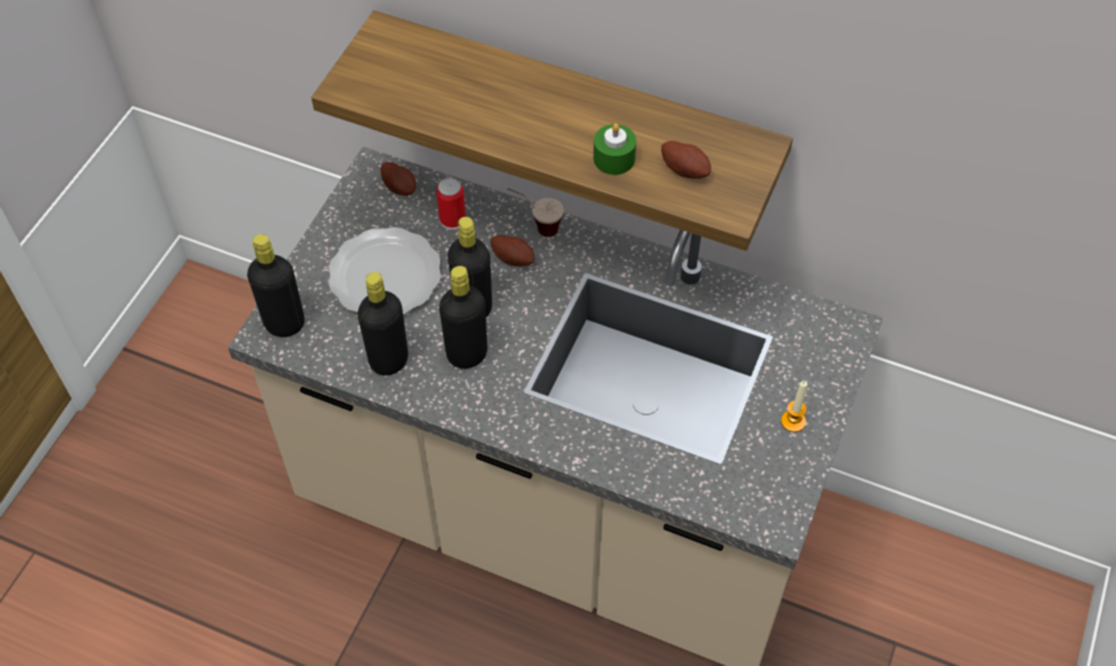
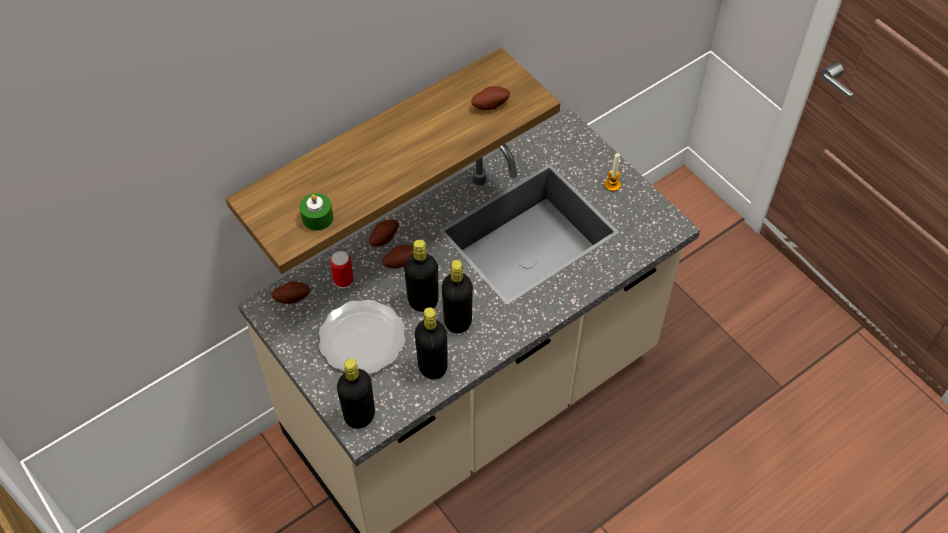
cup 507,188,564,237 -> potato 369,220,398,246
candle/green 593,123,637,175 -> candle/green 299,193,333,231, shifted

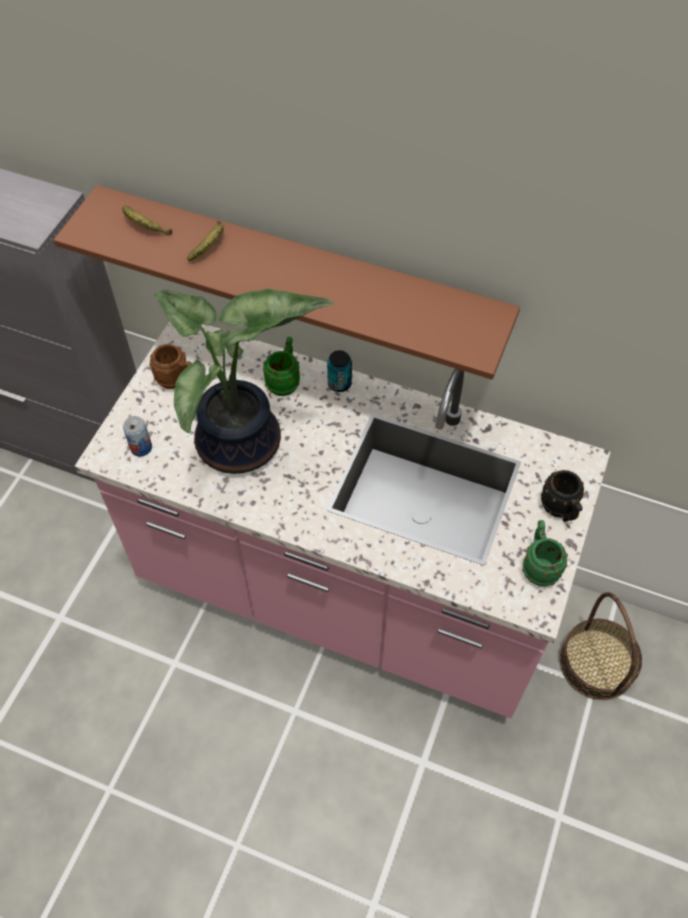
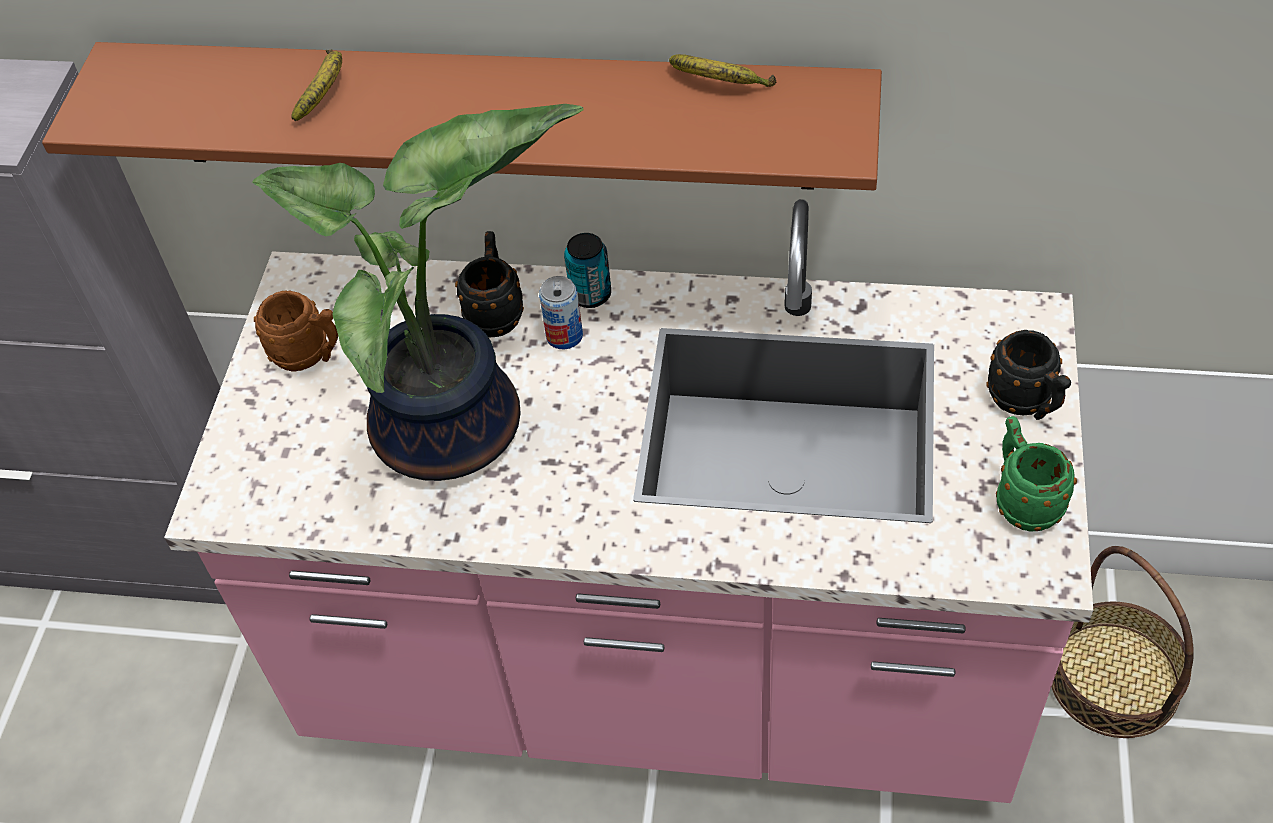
banana 122,206,172,235 -> banana 669,54,776,87, shifted
can 123,416,152,457 -> can 539,276,583,349, shifted
mug/green 263,337,300,396 -> mug/black 455,231,524,338

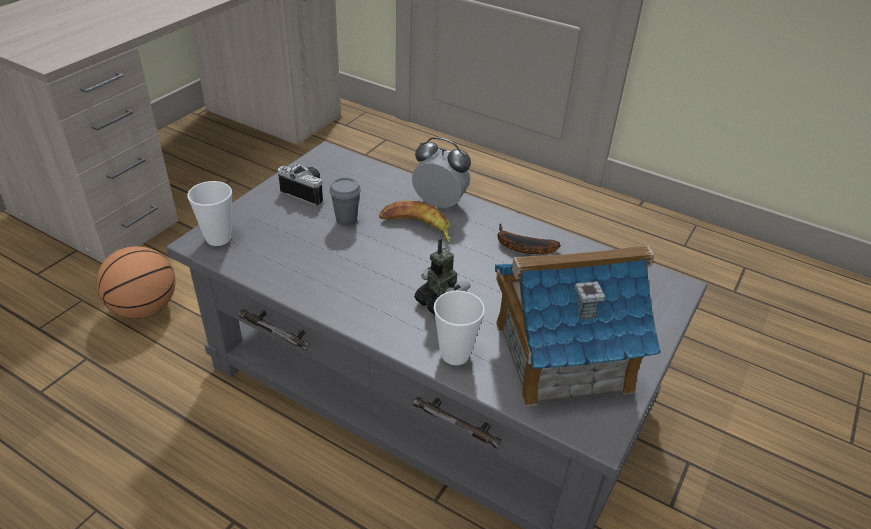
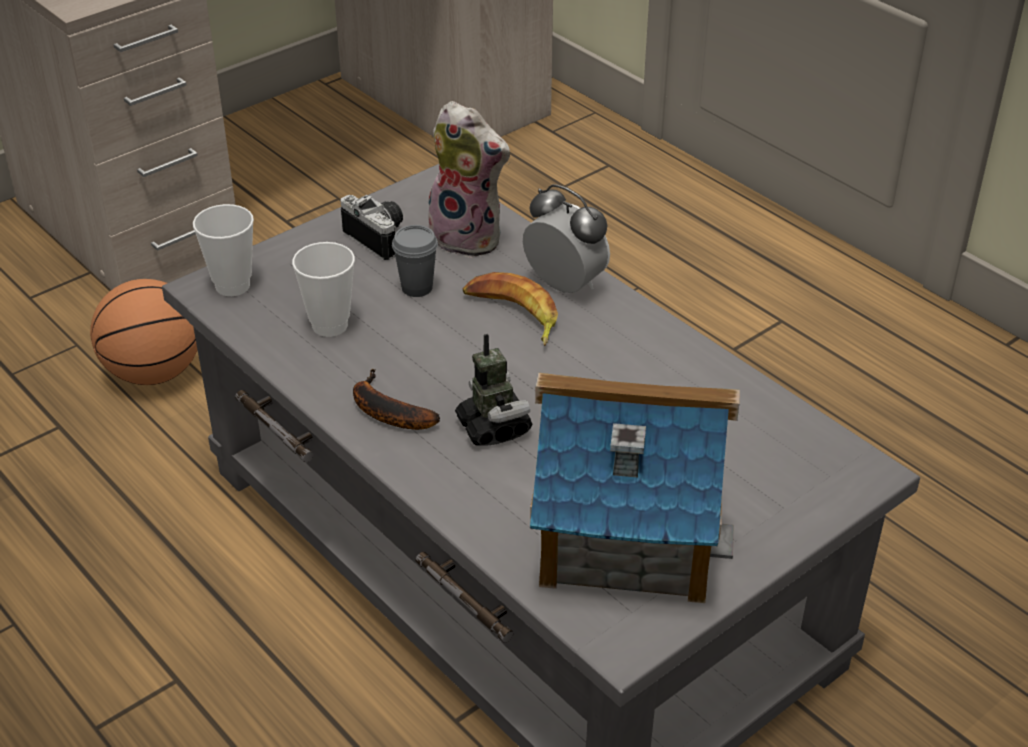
cup 434,290,485,365 -> cup 292,242,355,337, shifted
banana 497,223,561,254 -> banana 353,368,440,430, shifted
none -> plush toy 428,101,510,258

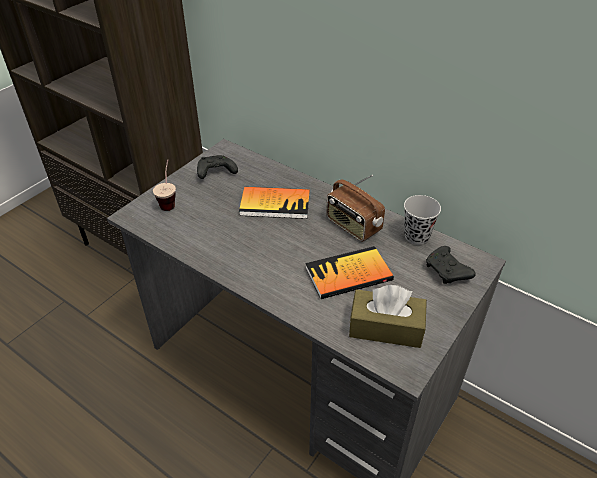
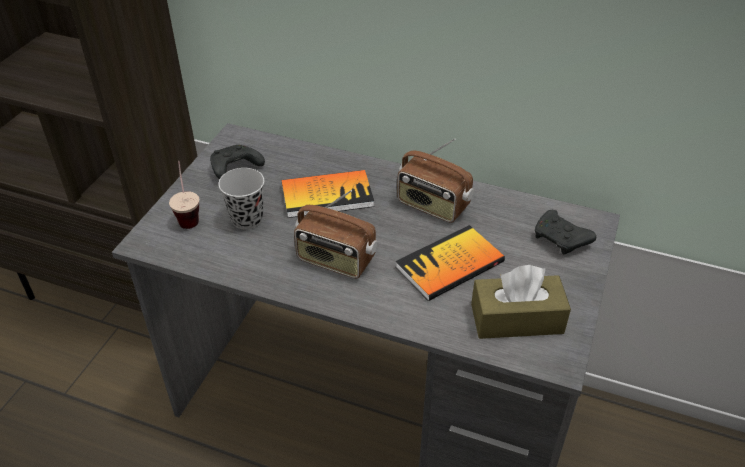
cup/black 404,195,441,245 -> cup/black 218,168,264,230, shifted
none -> radio 294,190,377,278

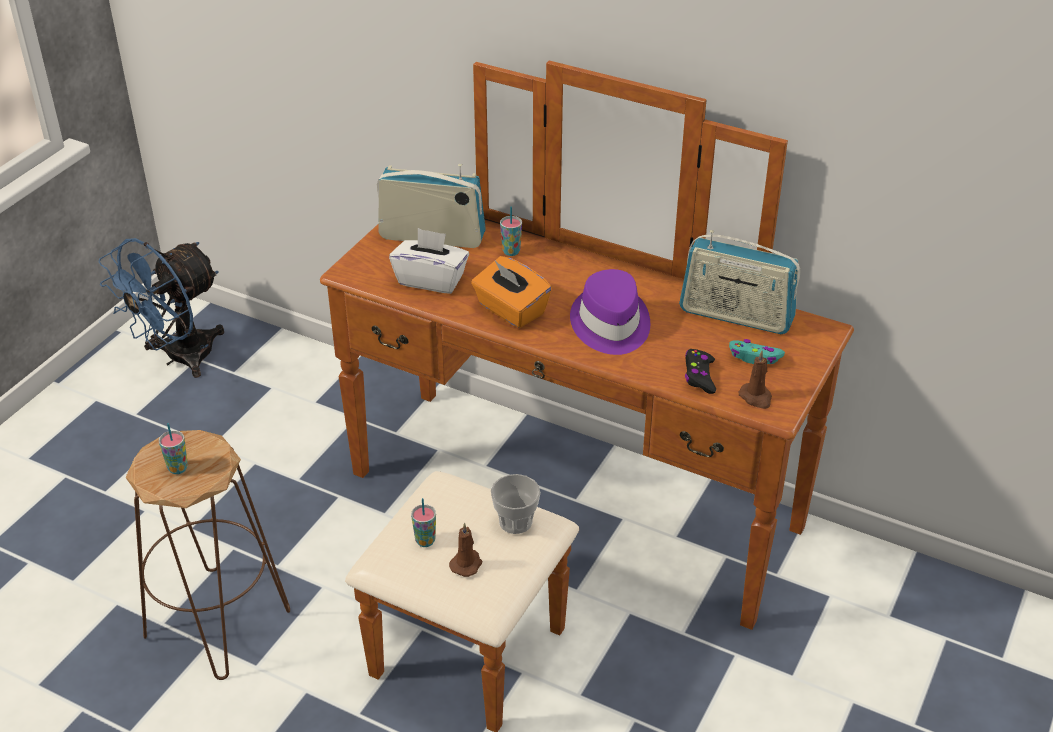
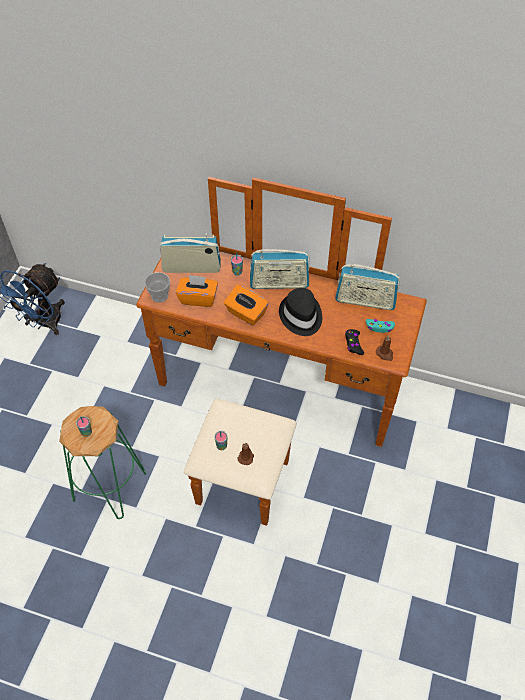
stool/brown 126,430,290,680 -> stool/green 59,406,146,519
tissue box/white 389,228,469,294 -> tissue box/orange 176,275,218,307
cup 491,474,540,534 -> cup 145,272,170,303, shifted
hat/purple 570,269,650,355 -> hat/black 279,288,322,336
none -> radio 250,249,310,289

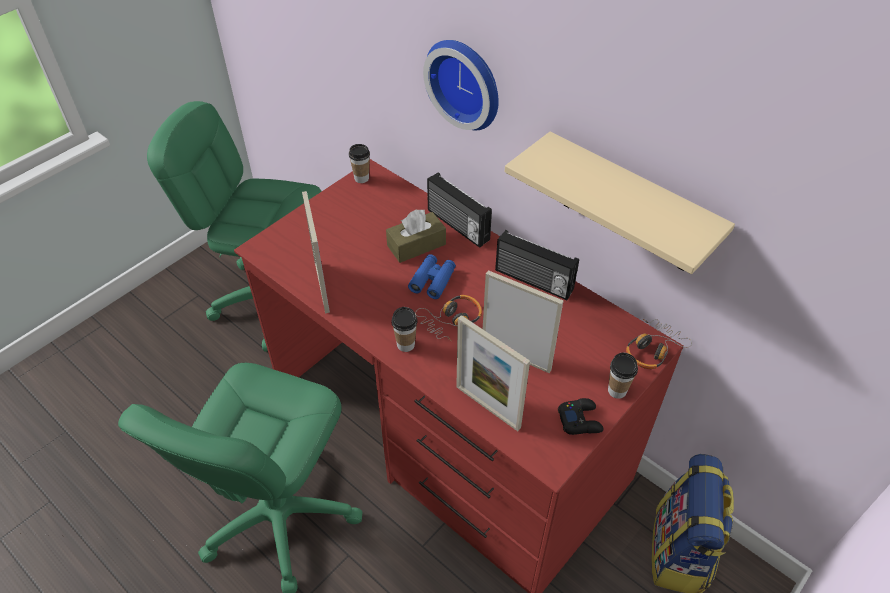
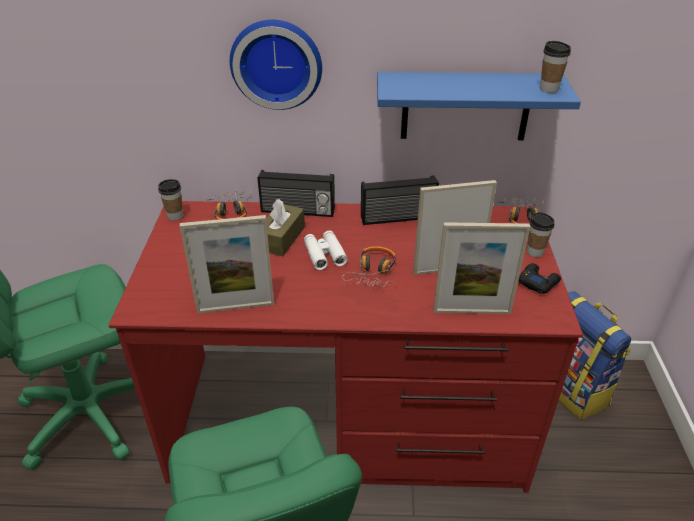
picture frame 302,191,330,313 -> picture frame 180,215,274,314, 135 degrees clockwise
cup 391,307,418,352 -> cup 540,41,571,93, shifted
binoculars/blue 408,254,456,299 -> binoculars/white 304,231,348,270
shelf/beige 505,131,735,274 -> shelf/blue 377,72,581,140
none -> headphones 208,190,251,220

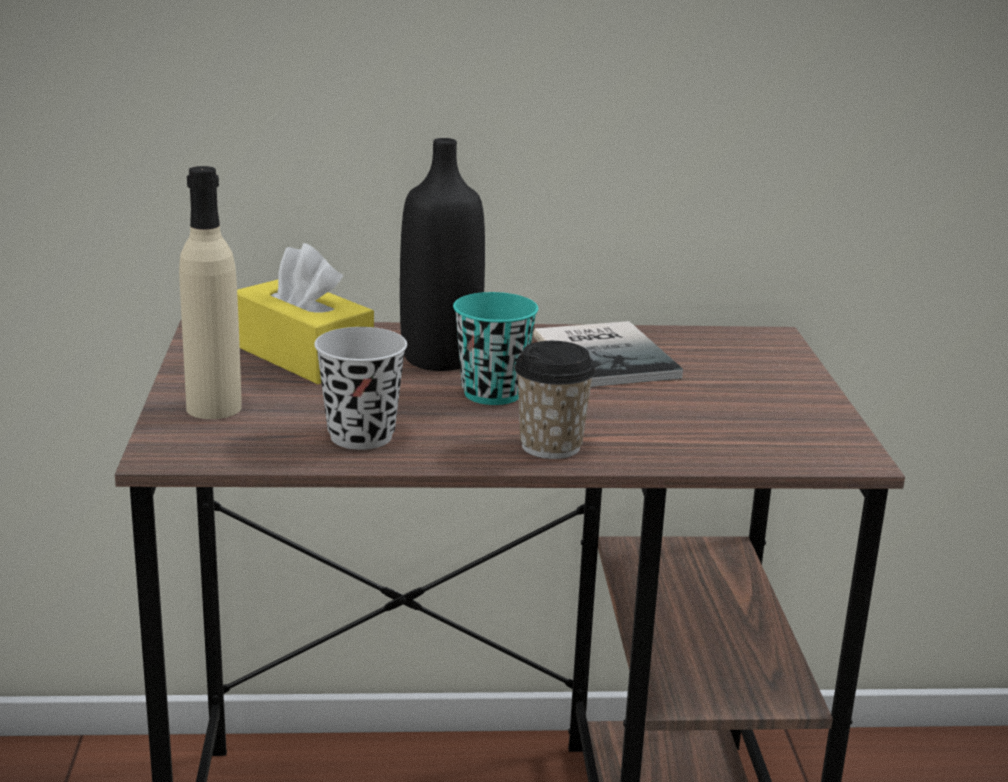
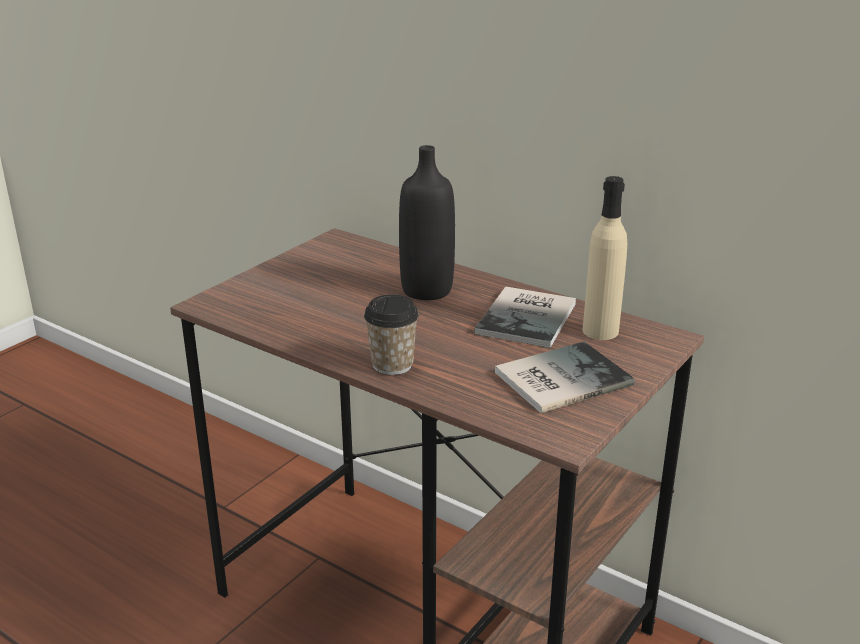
bottle/beige 179,166,242,419 -> bottle/beige 583,176,627,340, shifted
tissue box/yellow 237,243,374,384 -> none
cup/black 314,327,407,450 -> none
cup/turquoise 453,292,538,405 -> none
none -> book 495,342,635,413

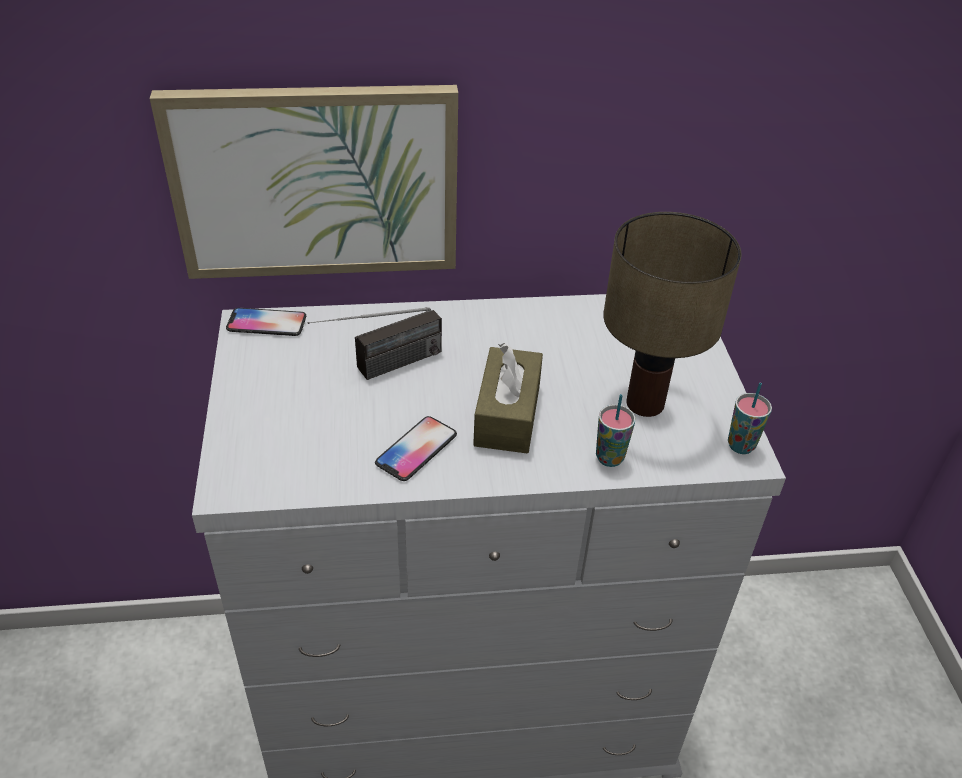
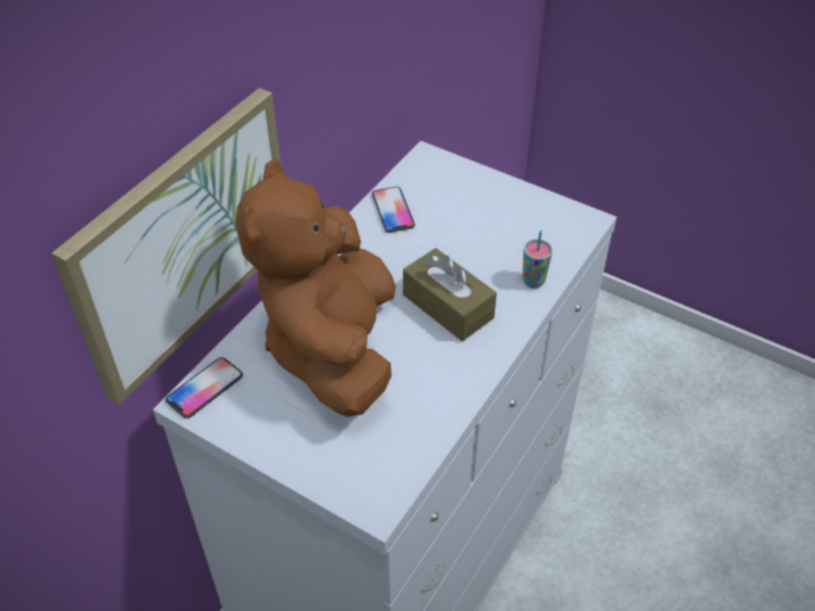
radio 307,307,442,380 -> plush toy/brown 235,158,396,417
phone 375,416,457,481 -> phone 372,187,415,233, shifted
table lamp 603,212,742,417 -> none
cup 728,382,772,454 -> none

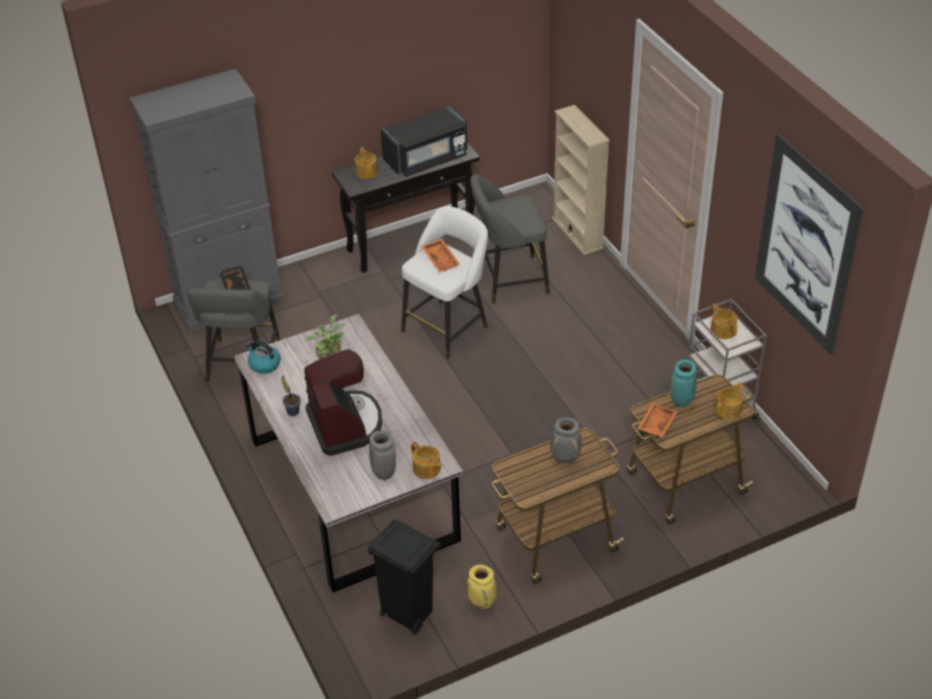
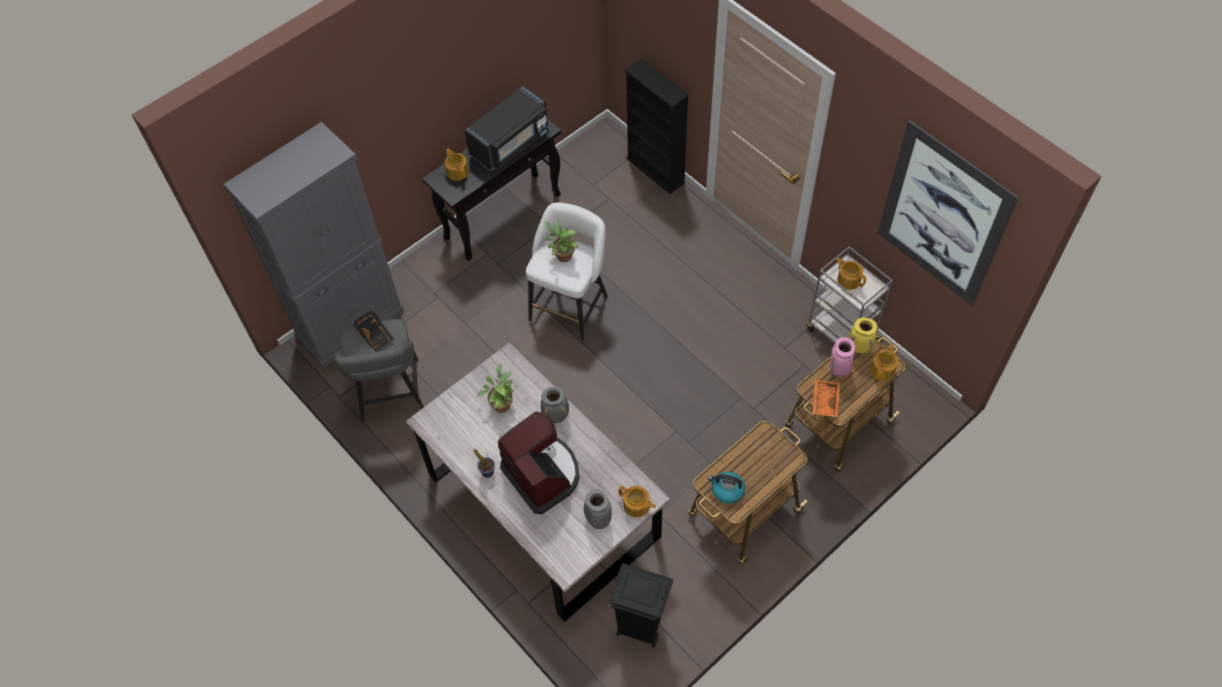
kettle 246,340,280,374 -> kettle 708,472,745,504, shifted
tray/orange 421,239,460,272 -> potted plant 545,220,578,262
vase/yellow 467,564,497,609 -> vase/yellow 848,317,877,354, shifted
stool/grey 470,174,550,304 -> none
vase/grey 551,417,581,463 -> vase/grey 541,387,569,423, shifted
bookcase/beige 552,105,610,255 -> bookcase/black 625,58,689,194
vase/turquoise 671,359,696,407 -> vase/pink 830,337,855,377

